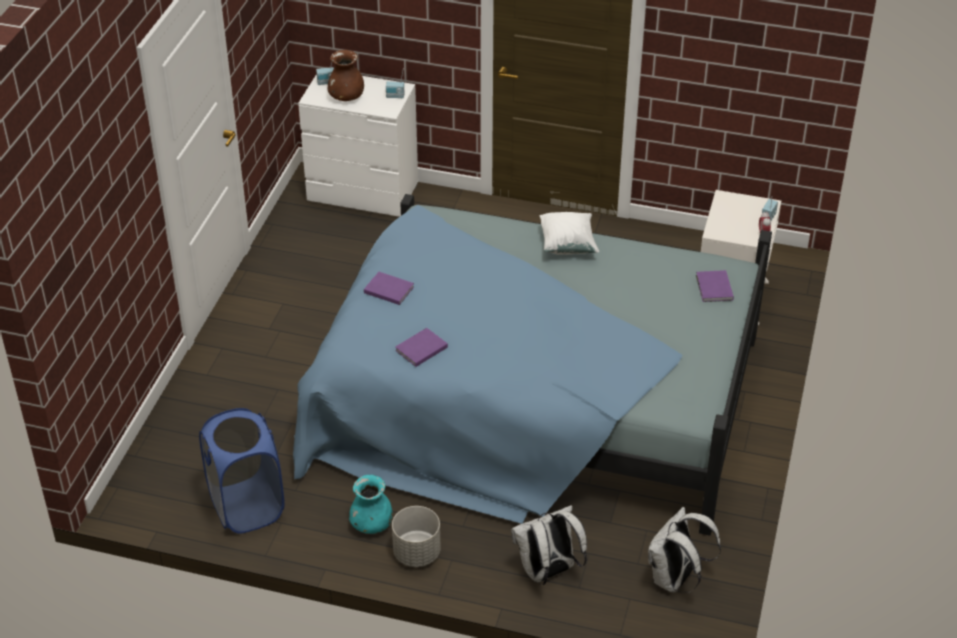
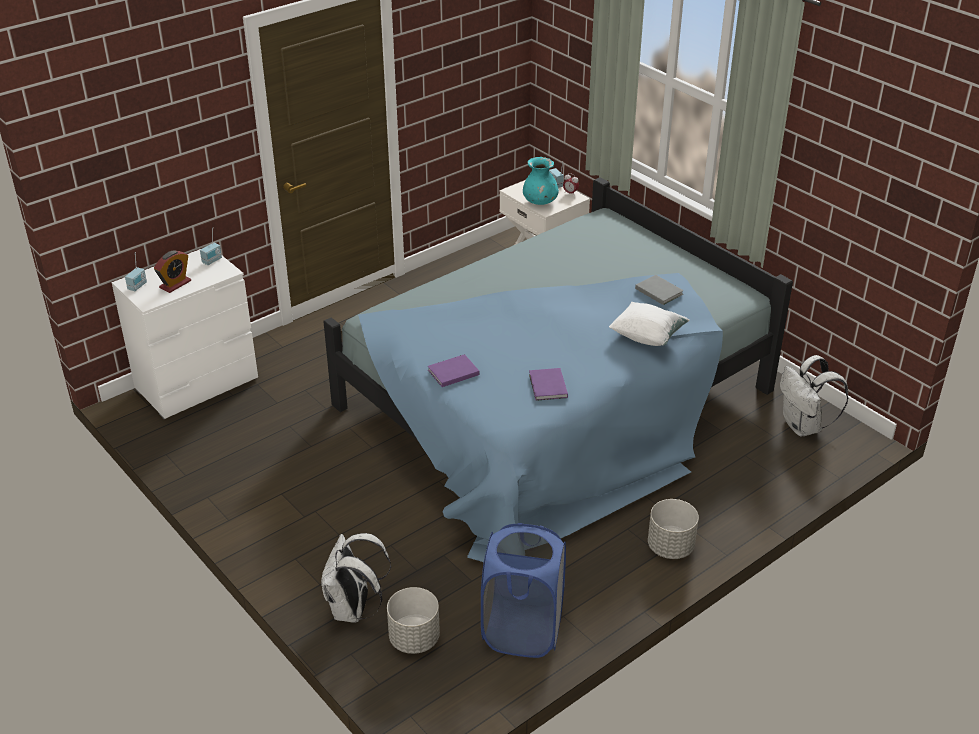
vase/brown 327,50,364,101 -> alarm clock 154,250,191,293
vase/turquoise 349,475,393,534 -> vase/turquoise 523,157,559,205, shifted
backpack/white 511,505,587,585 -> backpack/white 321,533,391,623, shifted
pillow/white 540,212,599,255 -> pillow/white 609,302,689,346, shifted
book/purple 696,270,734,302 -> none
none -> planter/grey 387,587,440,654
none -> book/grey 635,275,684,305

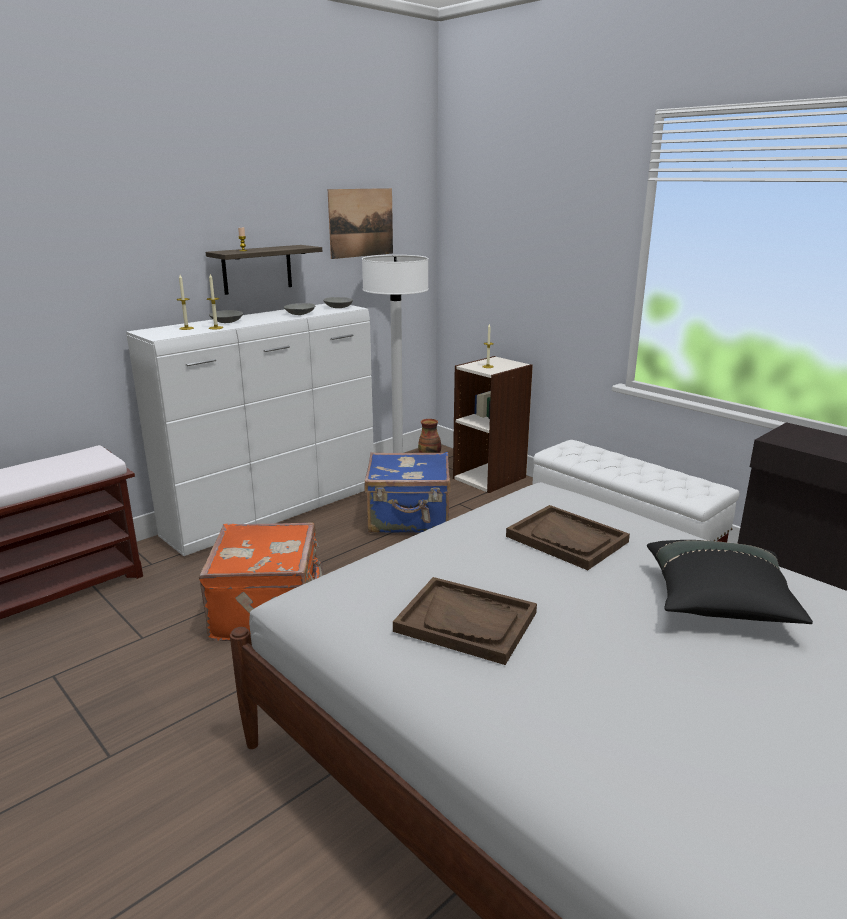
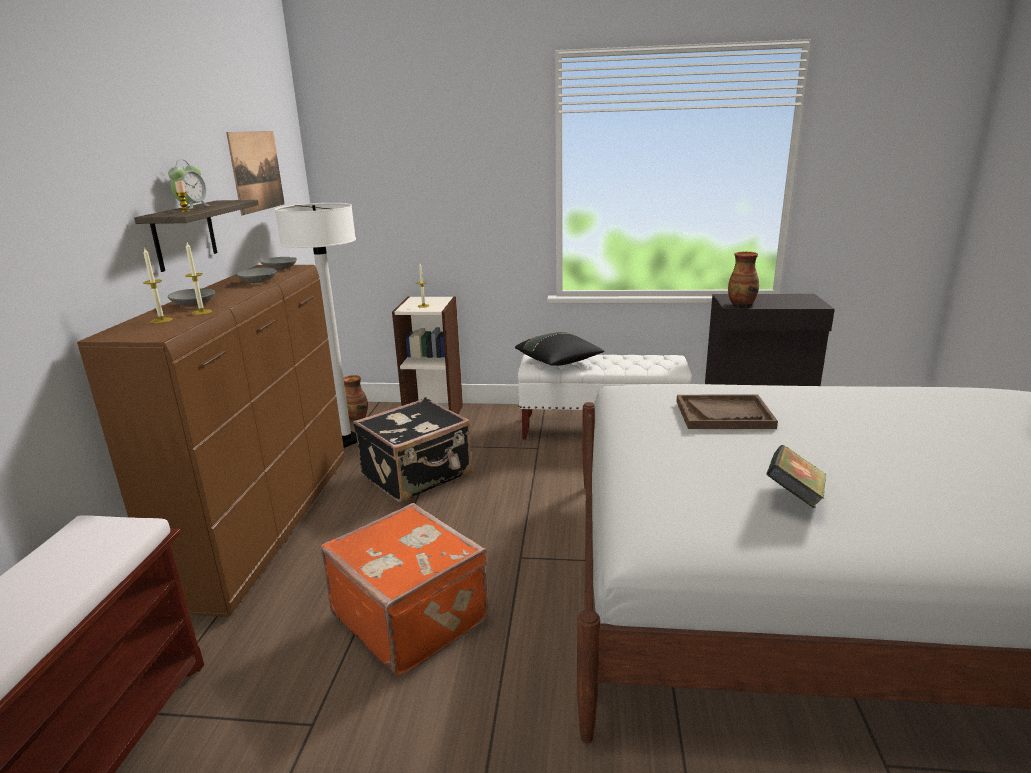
dresser/white 126,304,374,556 -> dresser/brown 77,265,344,617
suitcase/blue 364,452,450,533 -> suitcase/black 353,397,472,502
tray/brown 393,577,537,665 -> book 766,445,827,508
pillow/black 647,540,813,624 -> pillow/black 515,332,604,366, shifted
none -> alarm clock 168,160,210,209
none -> vase 728,252,759,307

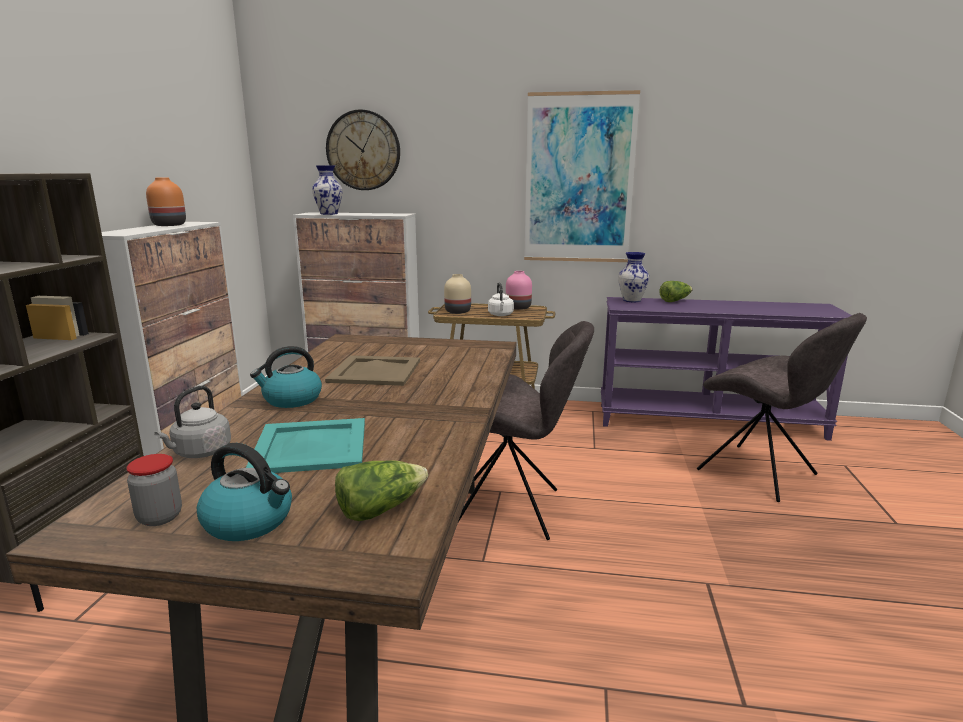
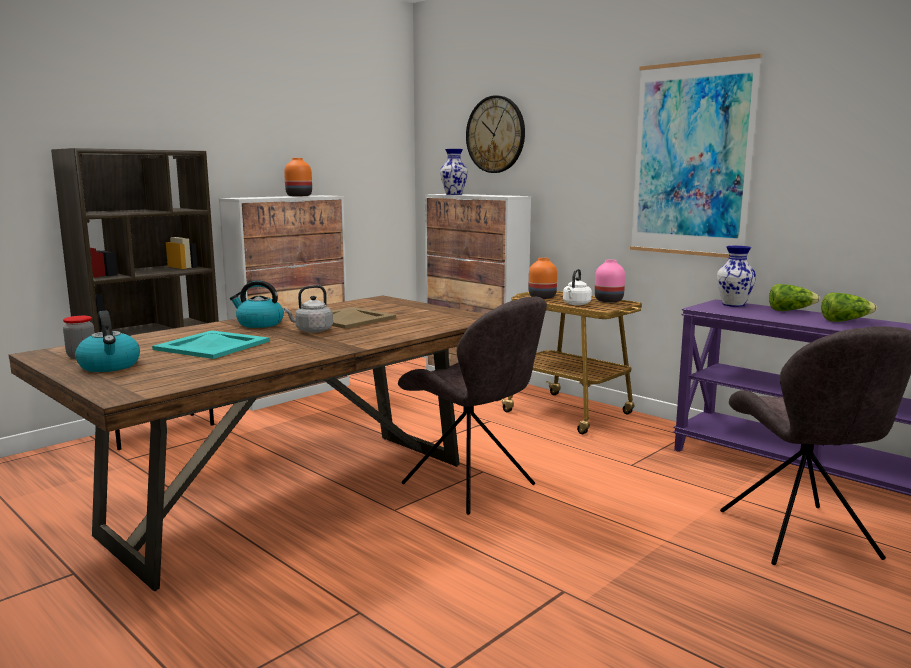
kettle/grey 154,386,231,458 -> kettle/grey 284,285,333,333, shifted
lettuce 335,460,428,521 -> lettuce 821,292,877,322, shifted
vase/beige 444,274,471,314 -> vase/orange 529,258,557,299

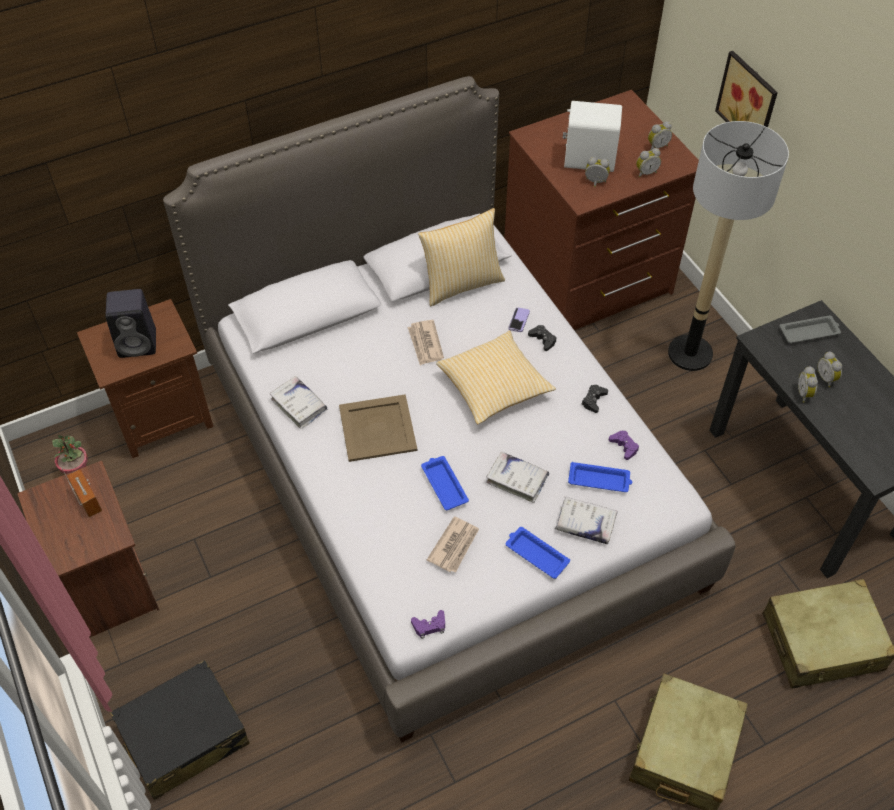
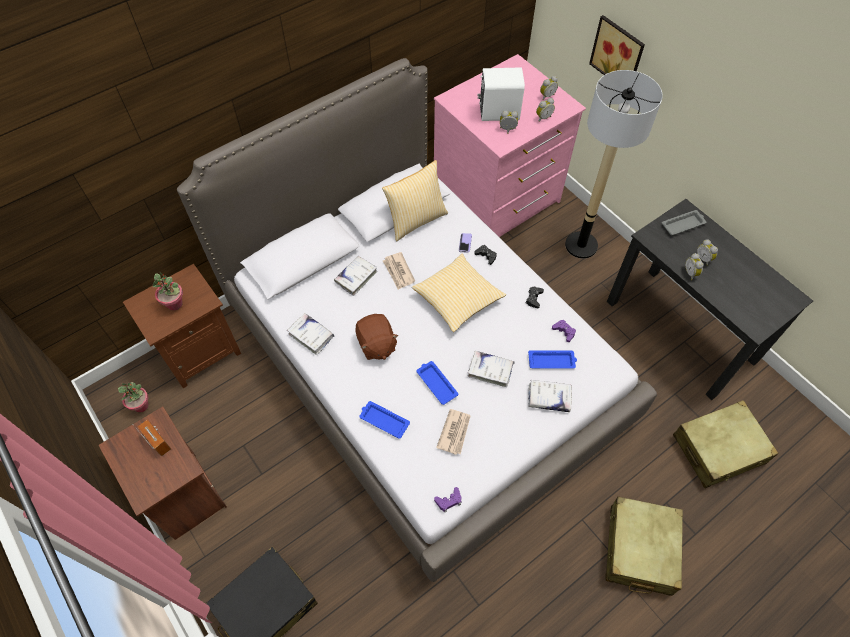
speaker/black 106,289,156,358 -> potted plant 153,272,183,311
tray/beige 339,394,417,462 -> plush toy/brown 355,314,399,360
dresser/brown 504,90,699,330 -> dresser/pink 434,54,586,237
tray/blue 506,527,570,579 -> tray/blue 359,401,410,439, shifted
none -> book/white 334,255,377,296

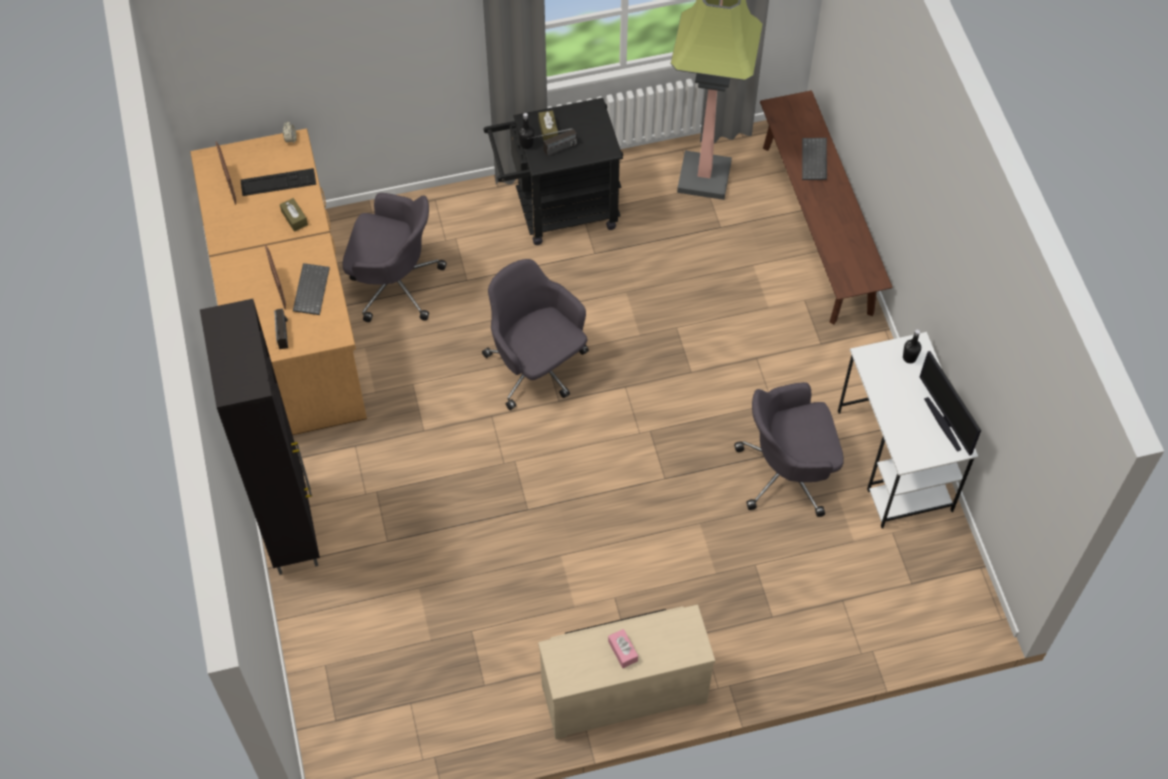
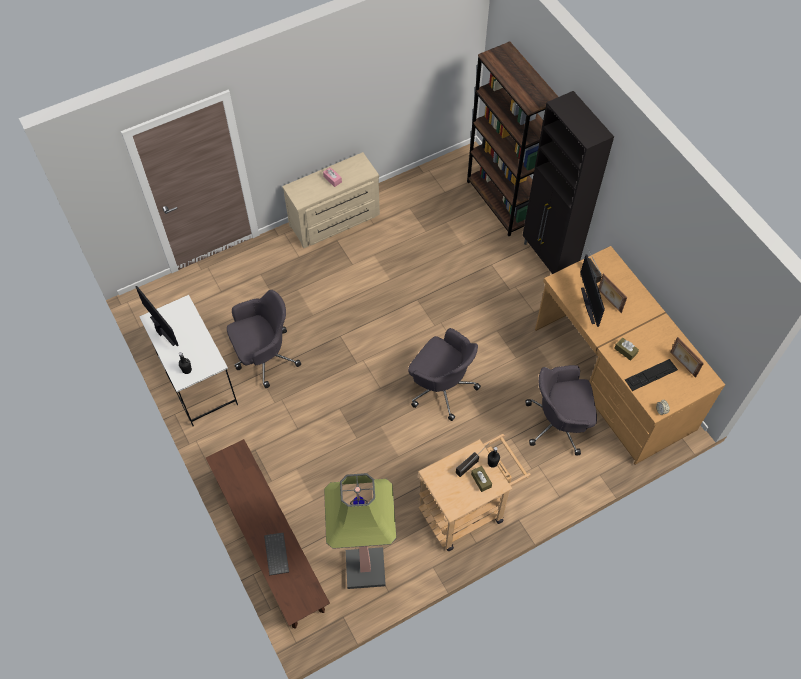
keyboard 293,263,330,315 -> monitor 580,254,605,327
cart/black 483,98,623,245 -> cart/beige 418,434,531,551
none -> bookcase/brown 467,42,558,236

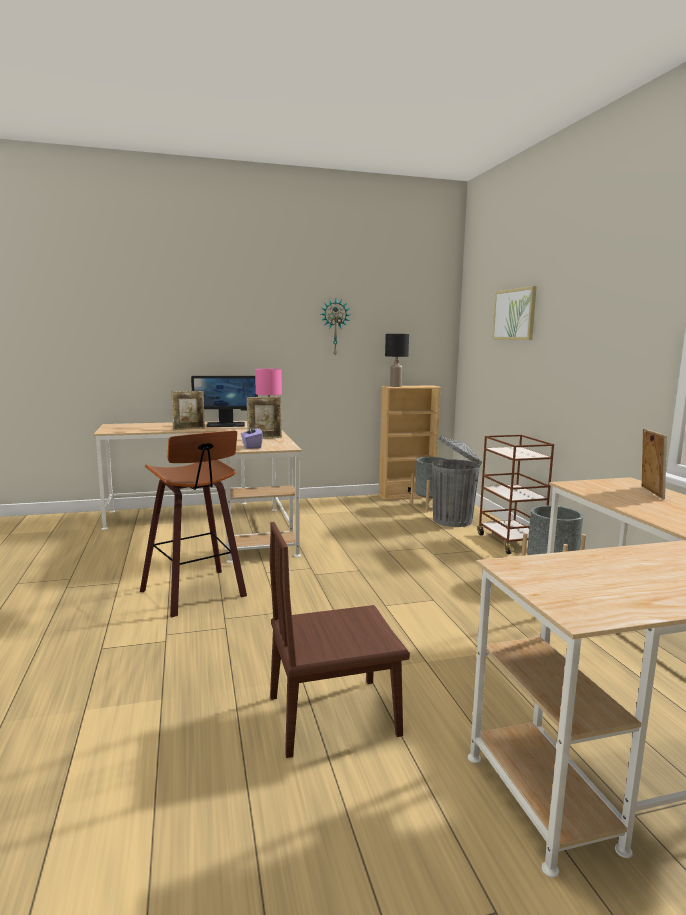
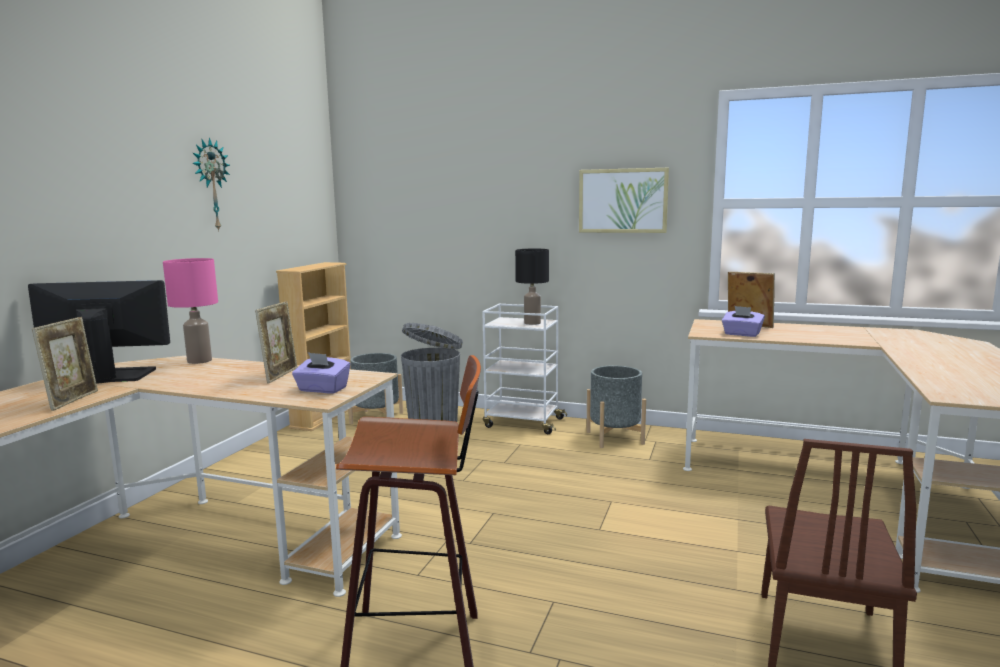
monitor 191,376,258,427 -> monitor 28,280,170,384, 120 degrees counterclockwise
table lamp/black 385,334,409,387 -> table lamp/black 515,249,549,325, shifted
cart/brown 477,435,554,554 -> cart/white 482,304,567,434
picture 492,286,537,340 -> picture 579,168,669,233, shifted
none -> tissue box/purple 722,306,765,337

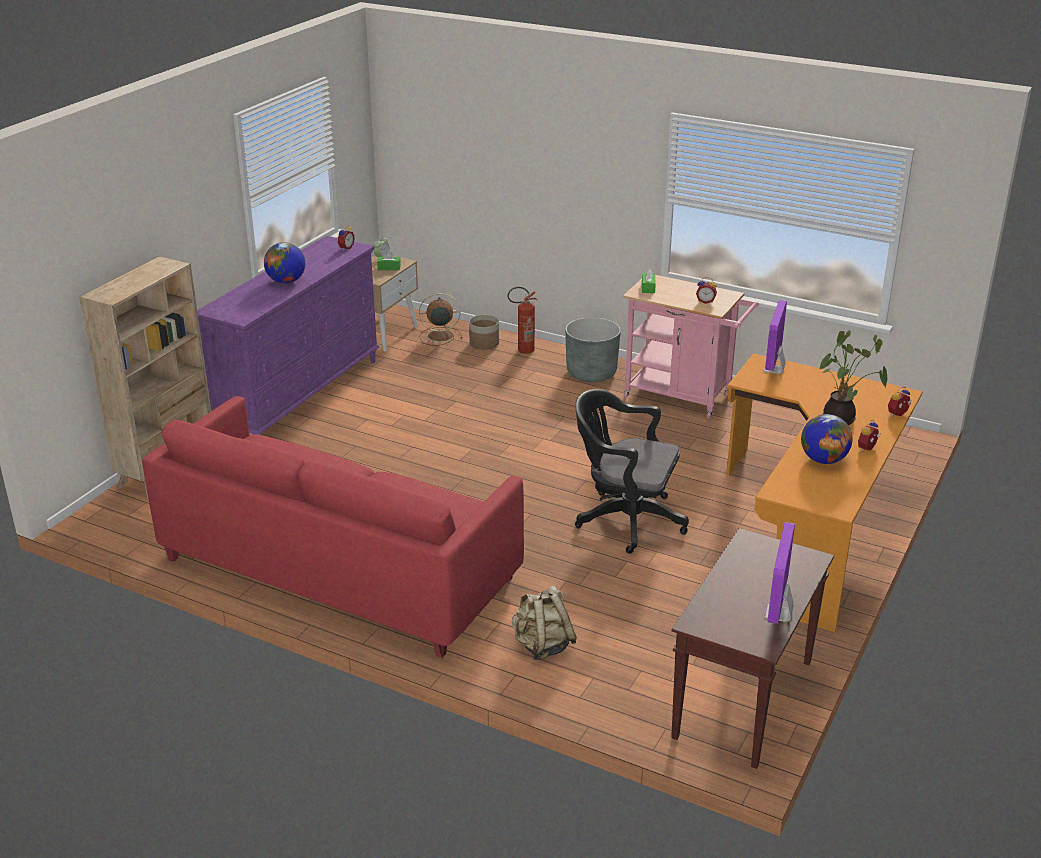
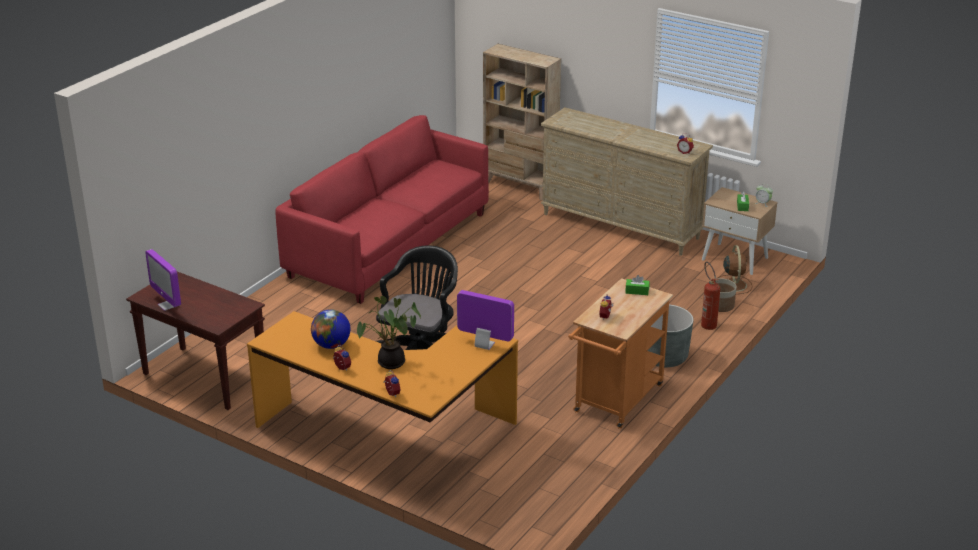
dresser/purple 197,236,379,435 -> dresser/beige 540,107,713,256
globe 264,242,305,284 -> none
backpack/beige 512,586,577,660 -> none
cart/pink 623,275,759,419 -> cart/orange 568,278,673,429
monitor 765,522,795,624 -> monitor 145,249,181,311, 150 degrees counterclockwise

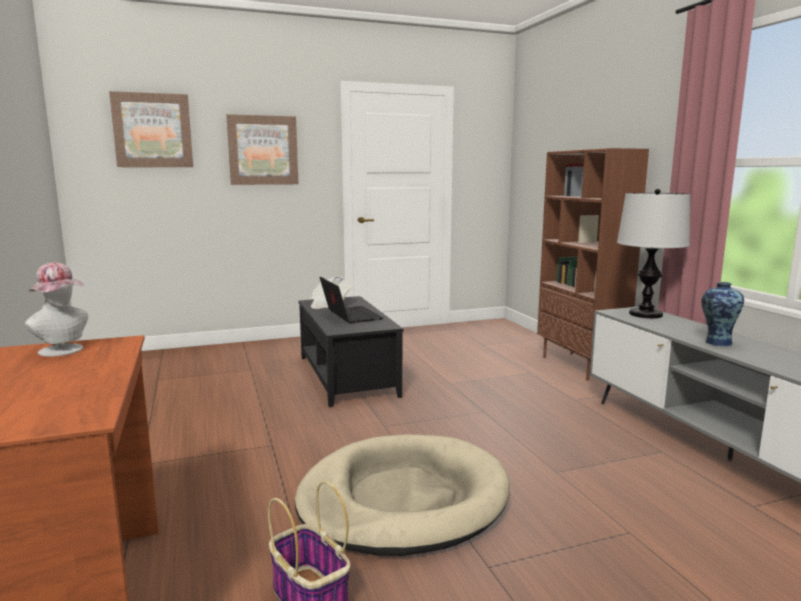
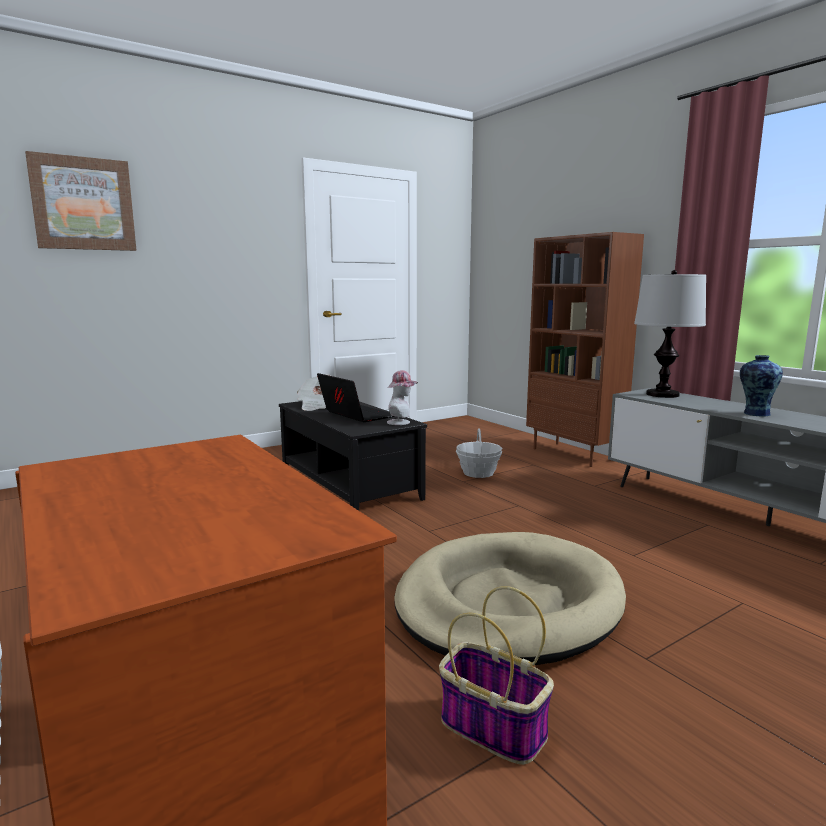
hat 24,262,88,357 -> hat 387,370,418,425, shifted
picture 227,114,299,185 -> none
none -> basket 456,428,502,478

